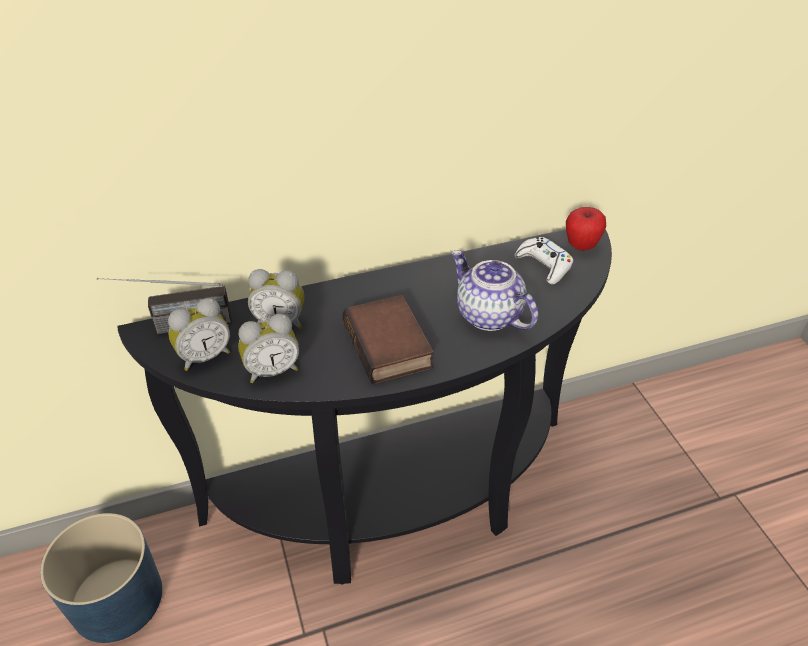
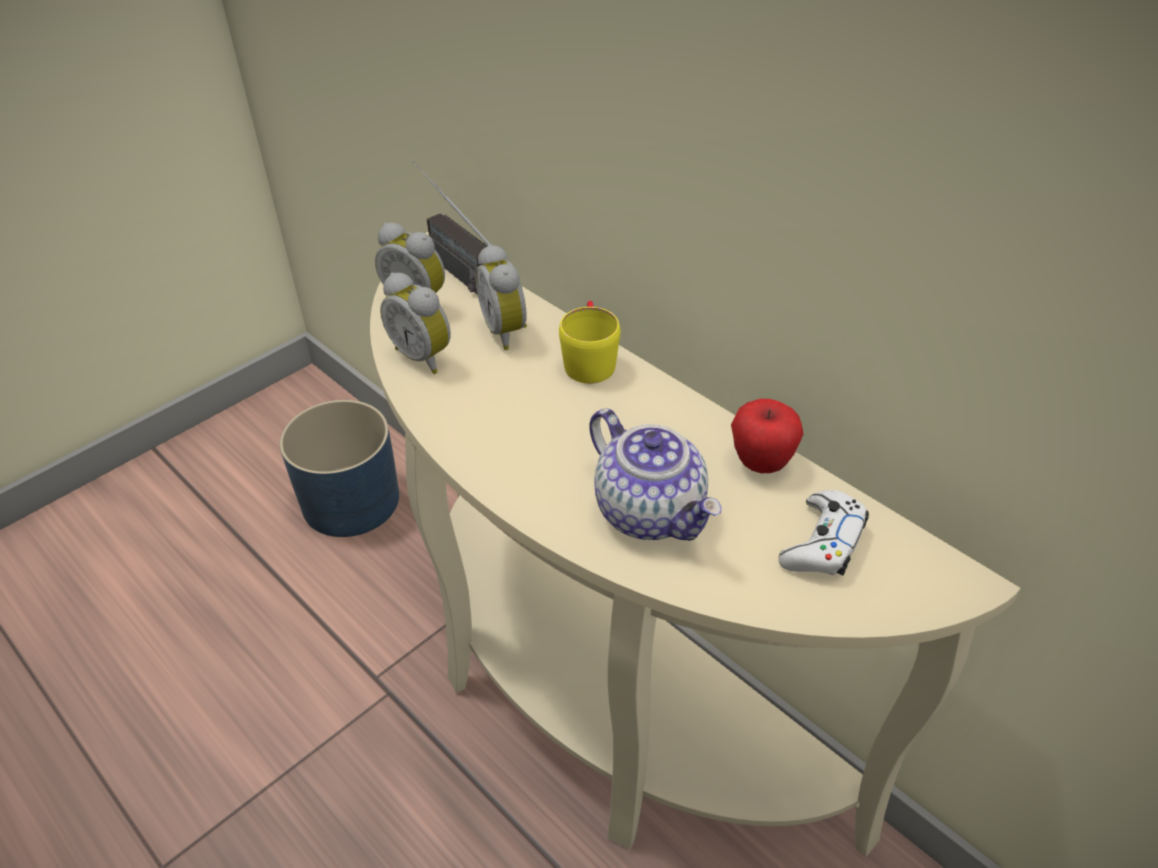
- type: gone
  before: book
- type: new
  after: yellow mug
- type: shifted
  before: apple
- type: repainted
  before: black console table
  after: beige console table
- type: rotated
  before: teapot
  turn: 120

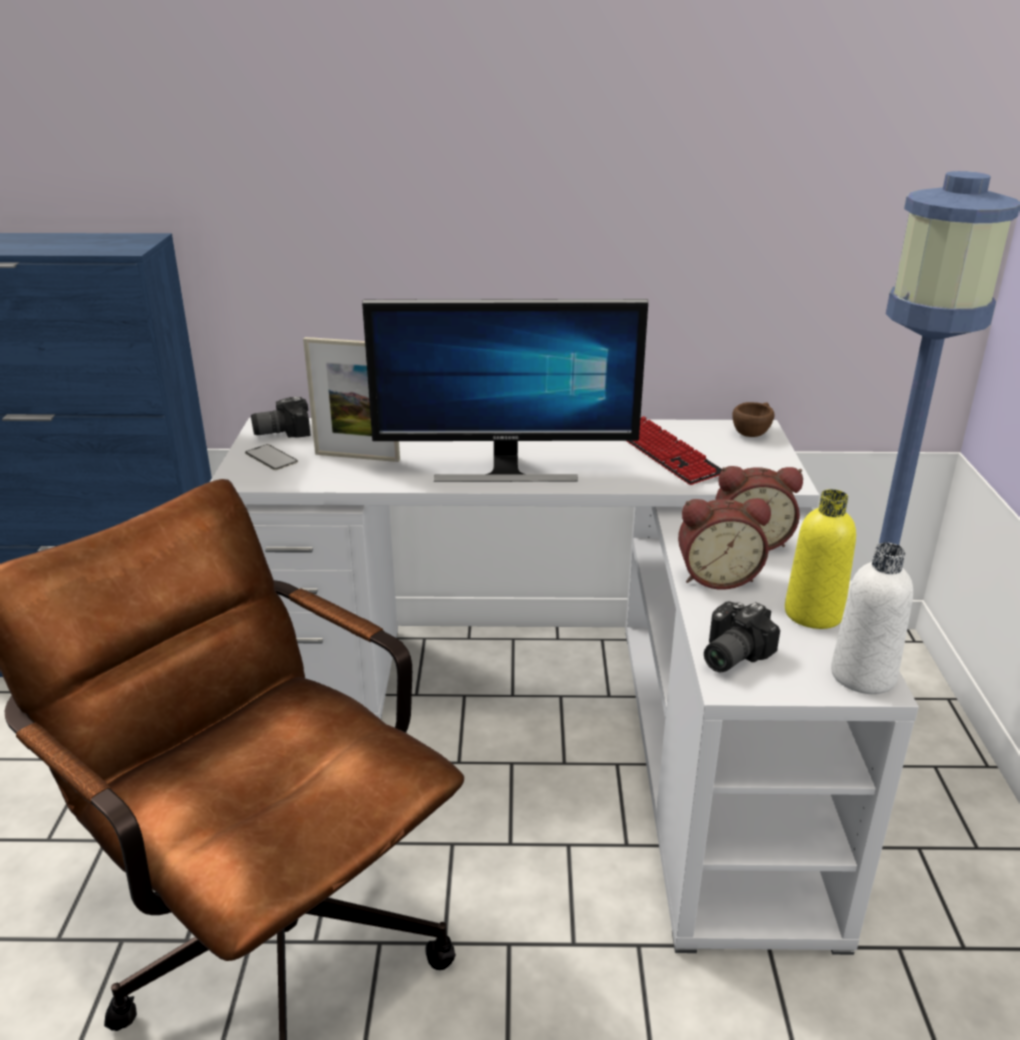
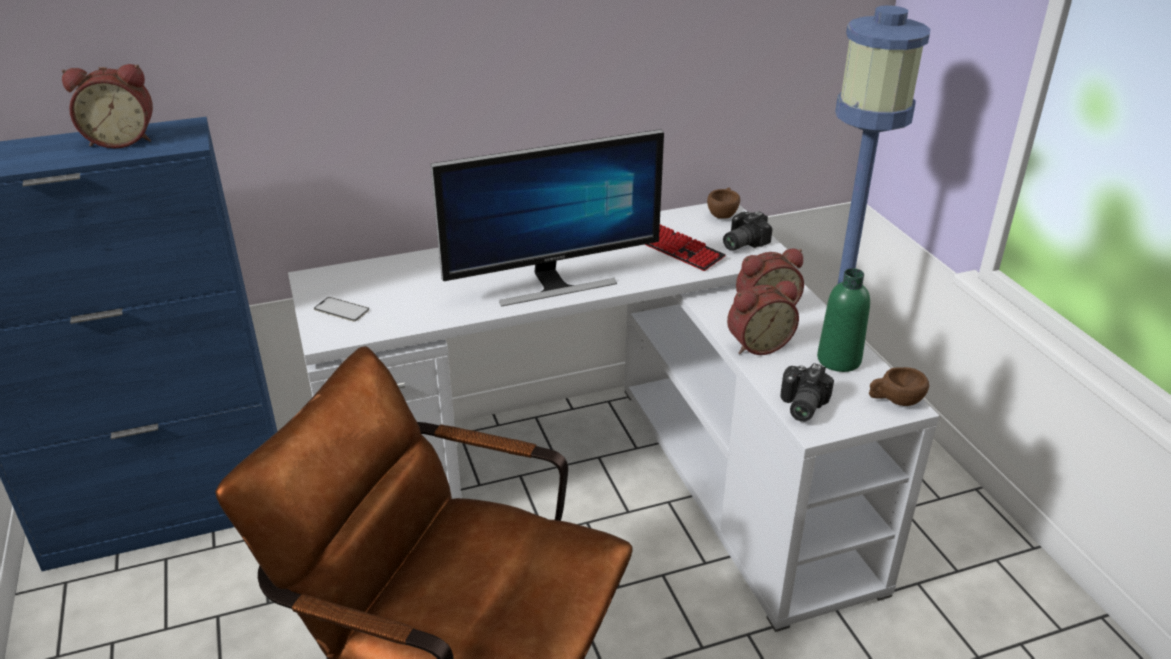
- type: gone
  before: picture frame
- type: new
  after: alarm clock (no. 1 from left)
- type: shifted
  before: photo camera (no. 1 from left)
- type: swapped
  before: white bottle
  after: brown cup (no. 2 from left)
- type: repainted
  before: yellow bottle
  after: green bottle

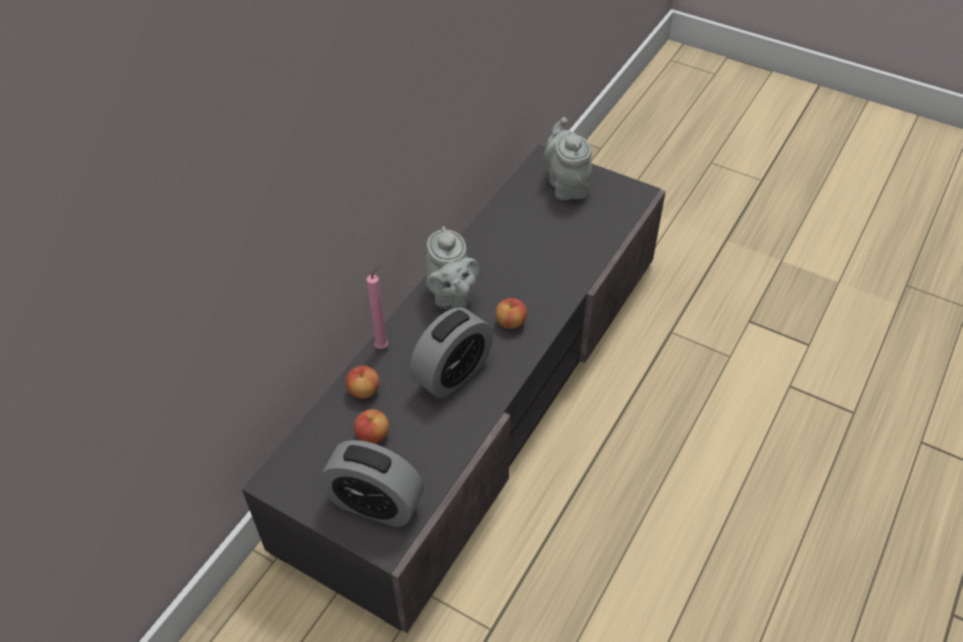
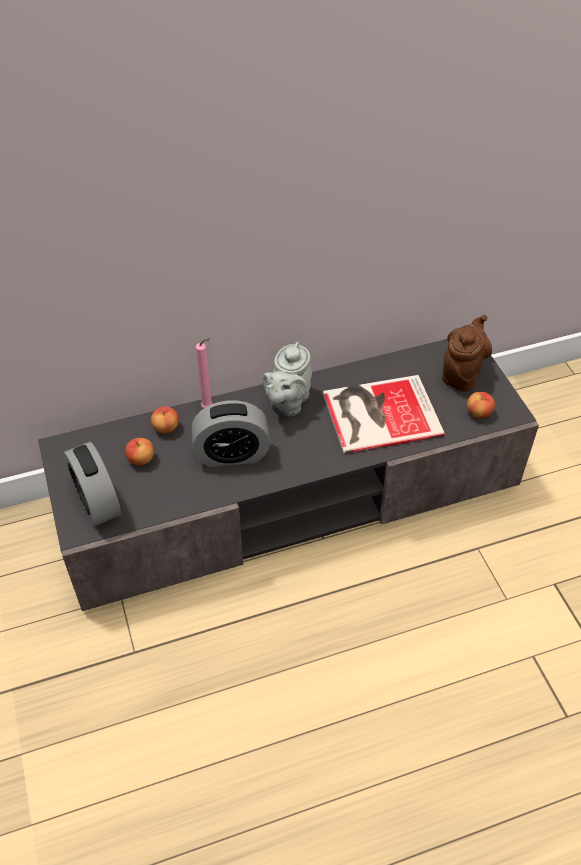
- type: new
  after: book
- type: shifted
  before: apple (no. 3 from left)
- type: repainted
  before: grey teapot (no. 2 from left)
  after: brown teapot

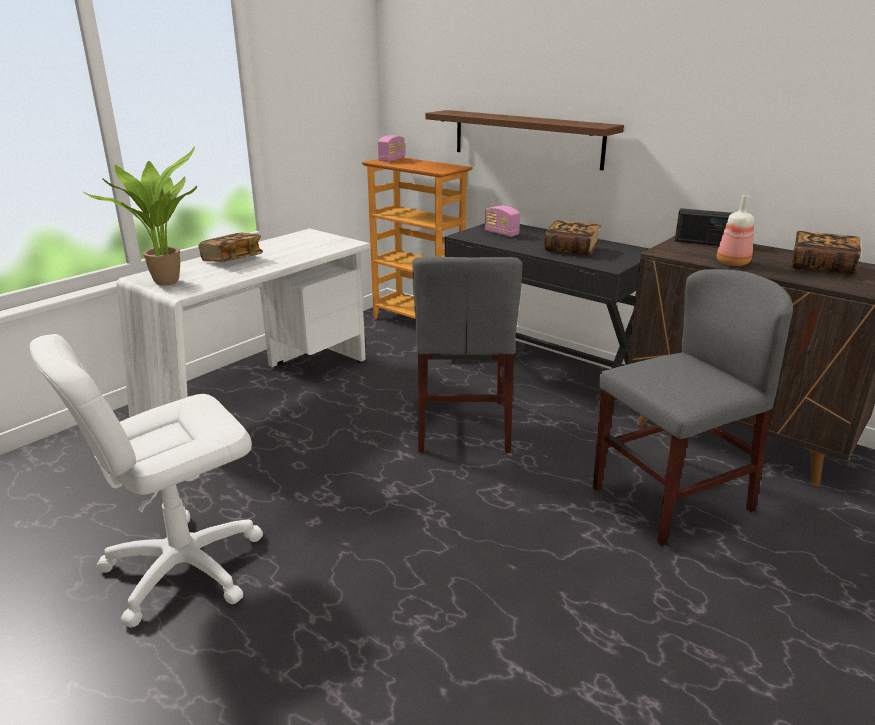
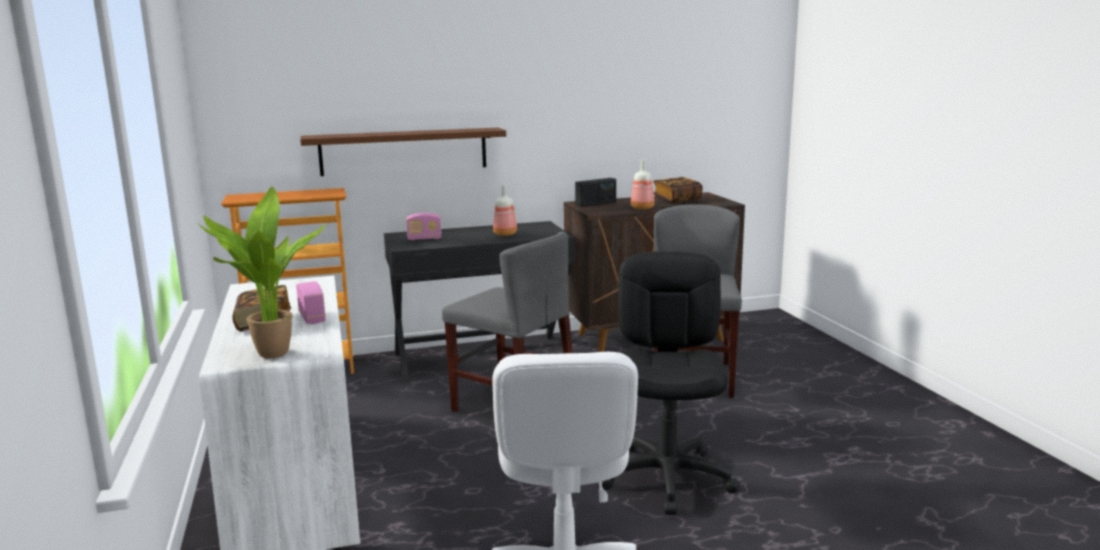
- type: new
  after: black office chair
- type: shifted
  before: radio (no. 1 from left)
- type: swapped
  before: book (no. 2 from left)
  after: bottle (no. 1 from left)

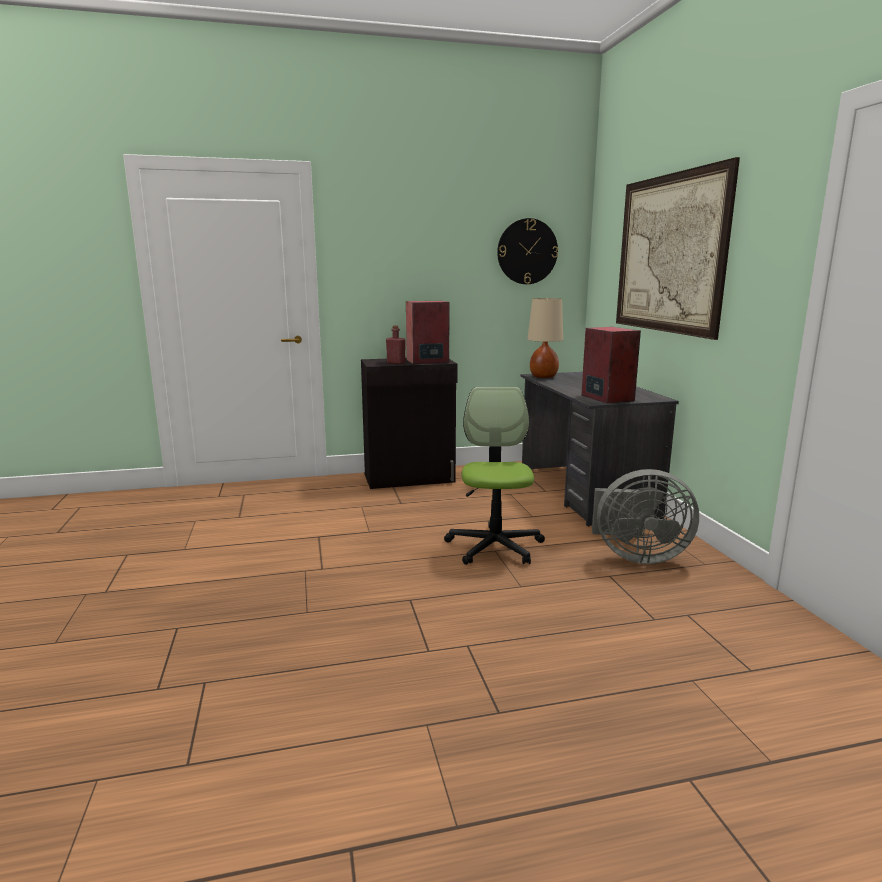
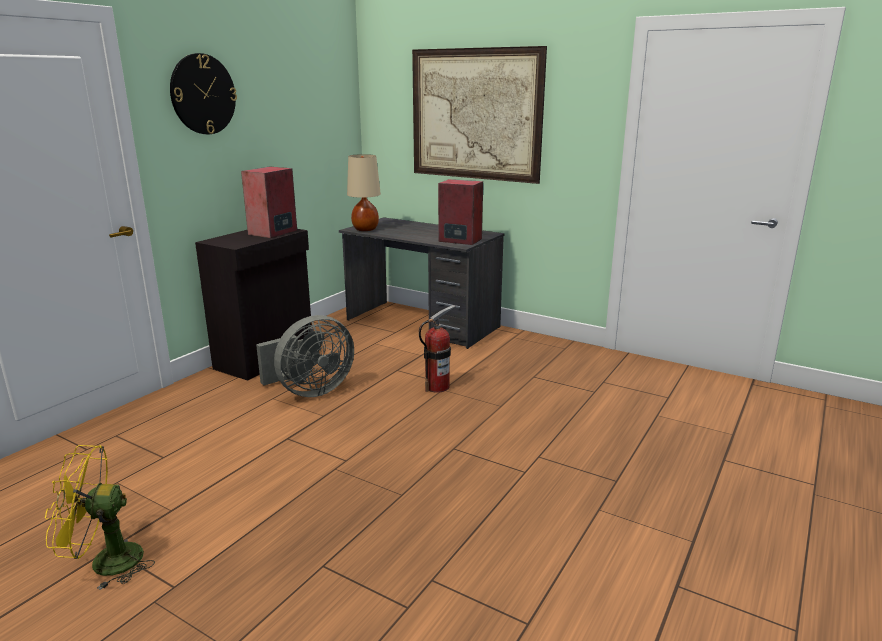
- type: gone
  before: red bottle
- type: new
  after: yellow fan
- type: shifted
  before: wall clock
- type: shifted
  before: grey fan
- type: swapped
  before: office chair
  after: fire extinguisher

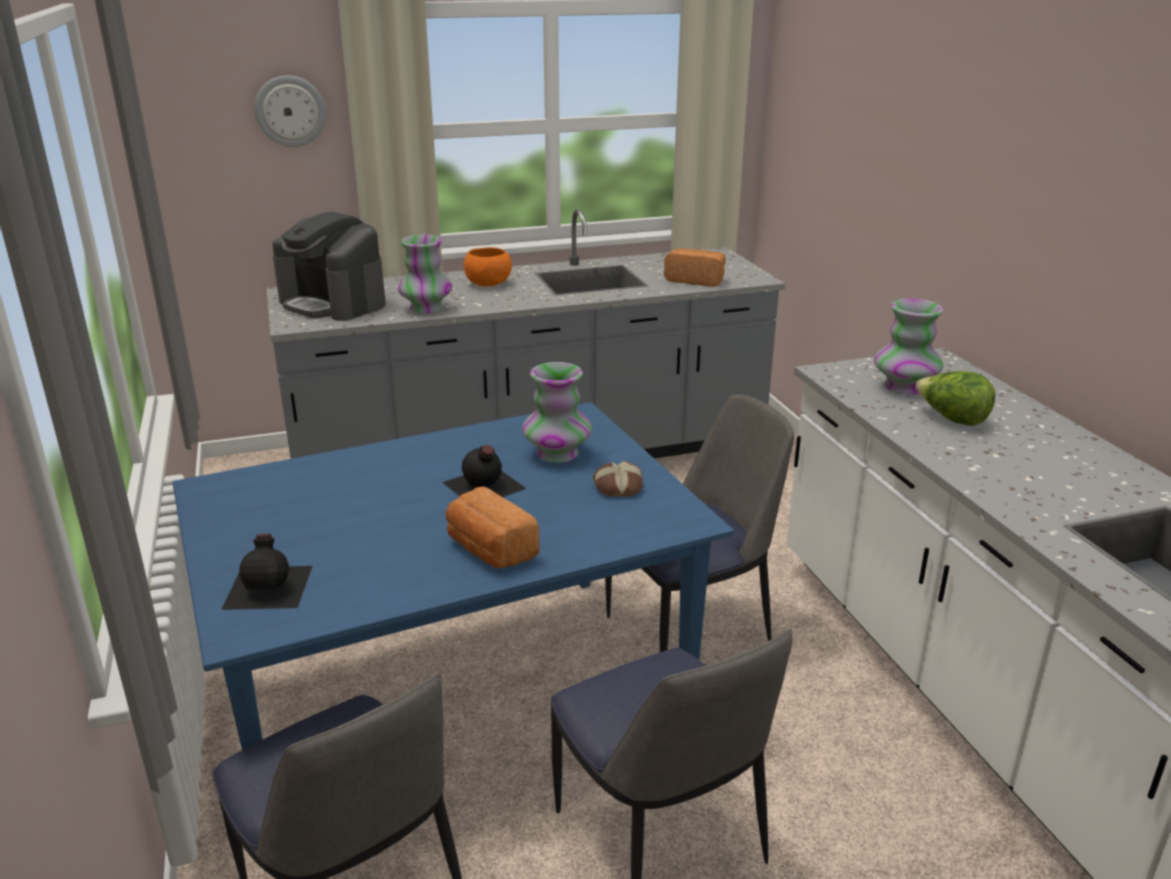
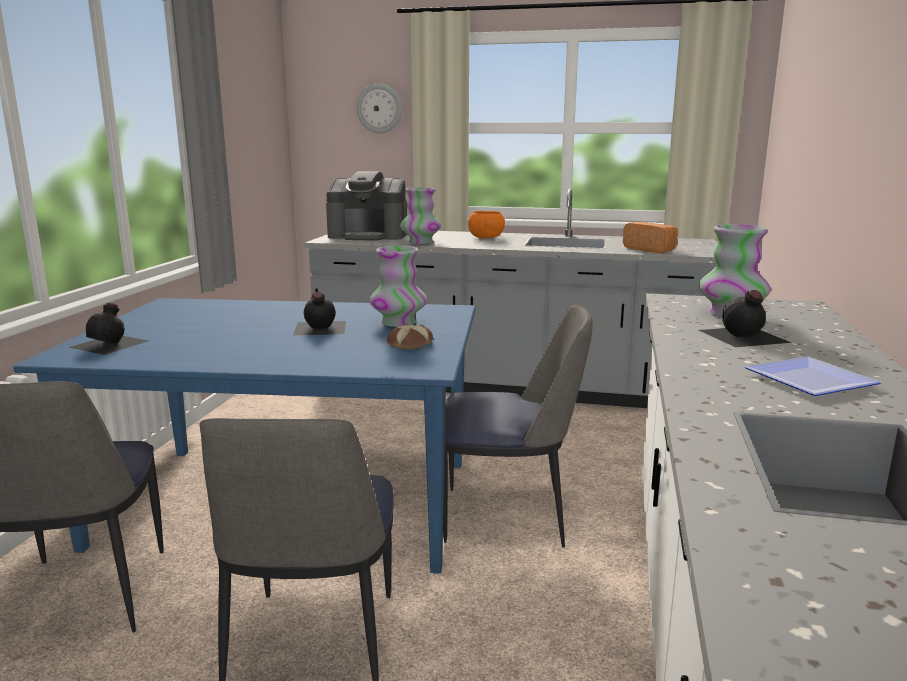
- type: gone
  before: bread (no. 1 from left)
- type: new
  after: plate
- type: swapped
  before: lettuce
  after: black bottle (no. 3 from left)
- type: rotated
  before: coffee machine
  turn: -60

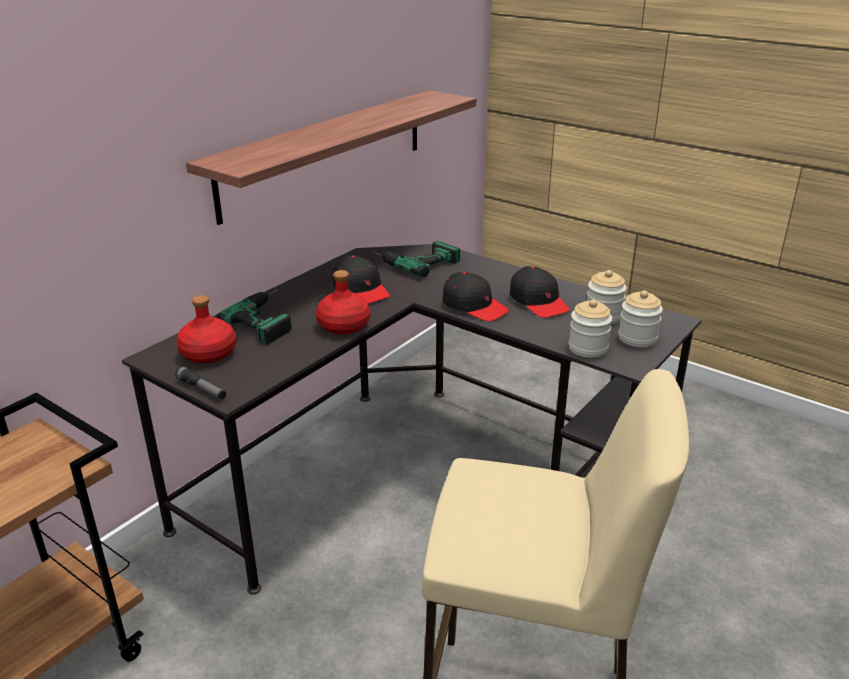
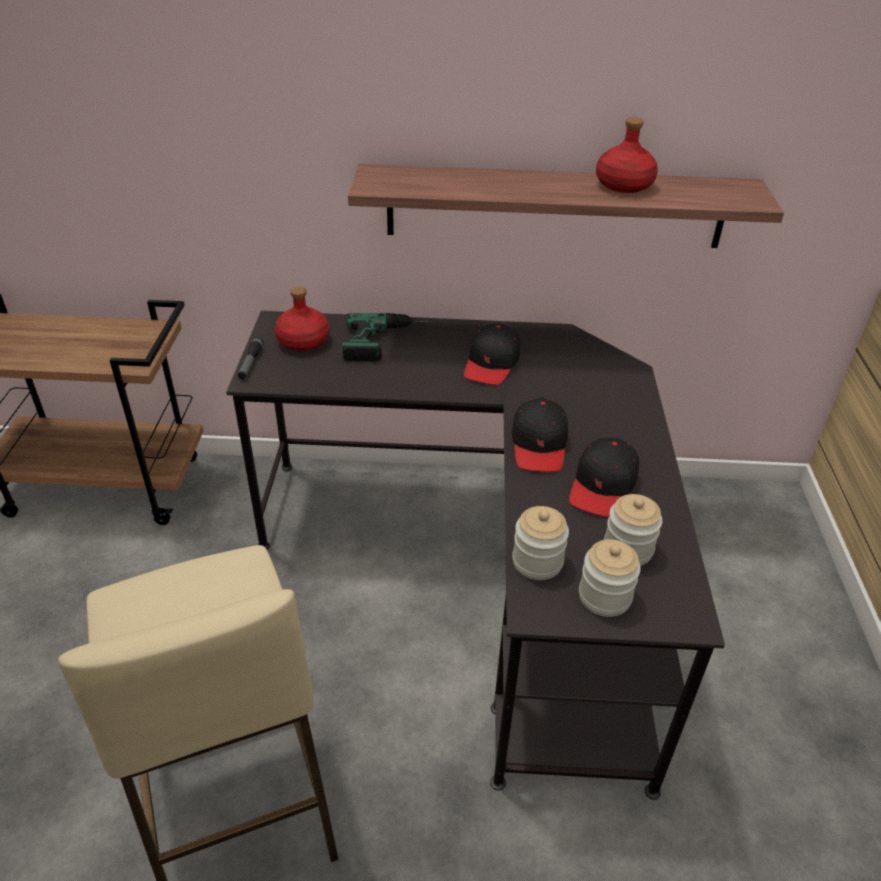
- type: gone
  before: power drill (no. 2 from left)
- type: shifted
  before: red bottle (no. 2 from left)

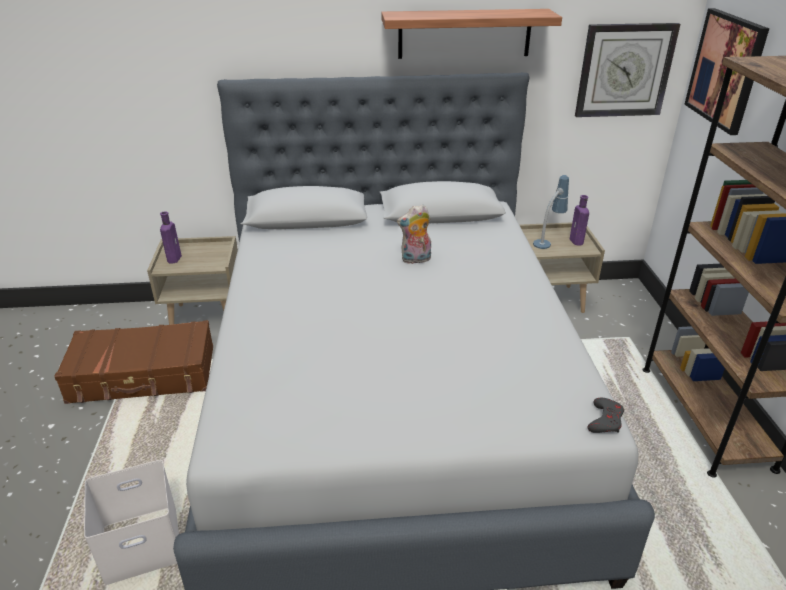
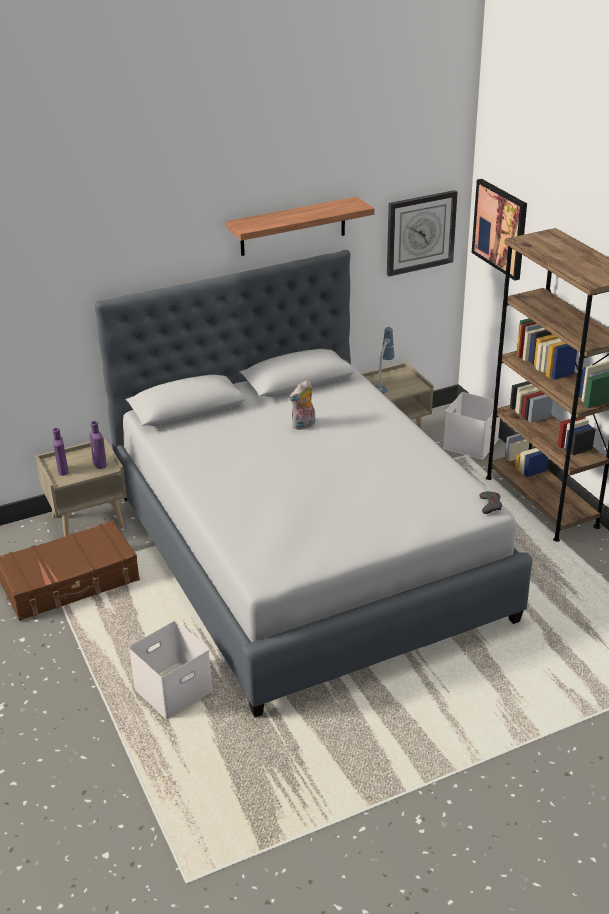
- type: new
  after: white storage box (no. 2 from left)
- type: shifted
  before: purple bottle (no. 2 from left)

